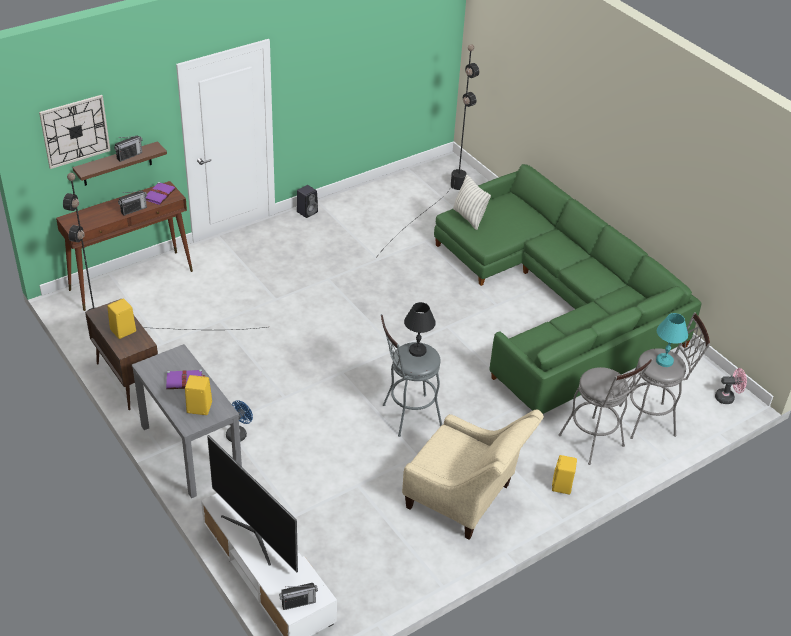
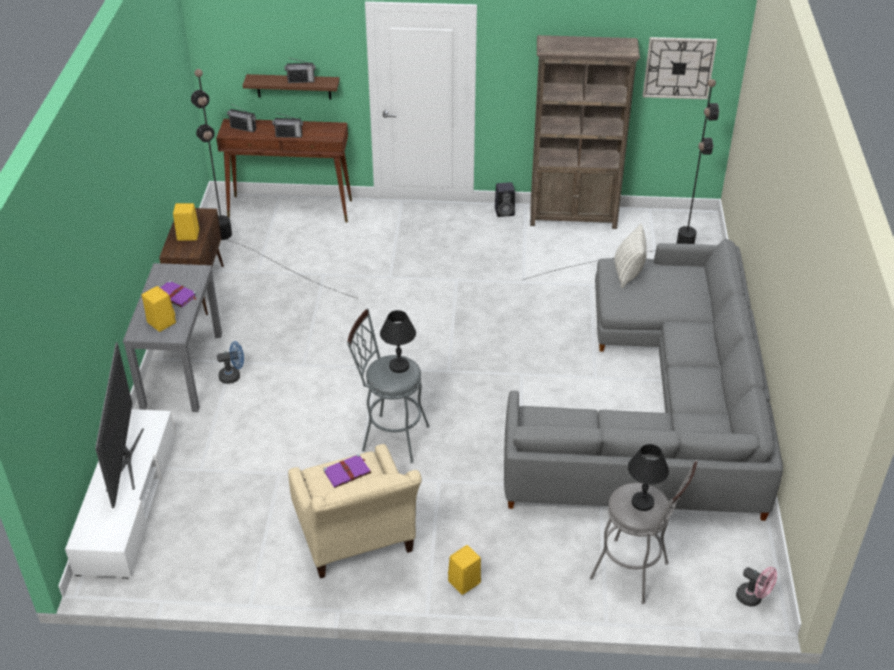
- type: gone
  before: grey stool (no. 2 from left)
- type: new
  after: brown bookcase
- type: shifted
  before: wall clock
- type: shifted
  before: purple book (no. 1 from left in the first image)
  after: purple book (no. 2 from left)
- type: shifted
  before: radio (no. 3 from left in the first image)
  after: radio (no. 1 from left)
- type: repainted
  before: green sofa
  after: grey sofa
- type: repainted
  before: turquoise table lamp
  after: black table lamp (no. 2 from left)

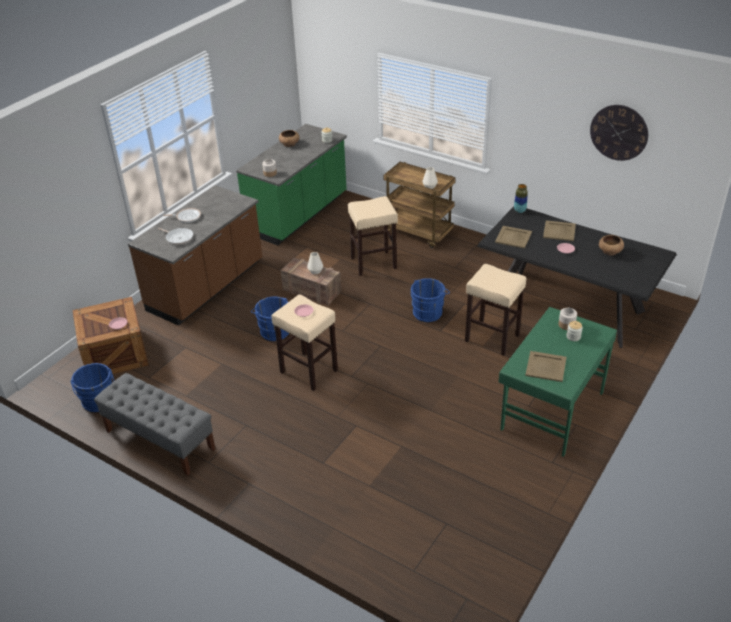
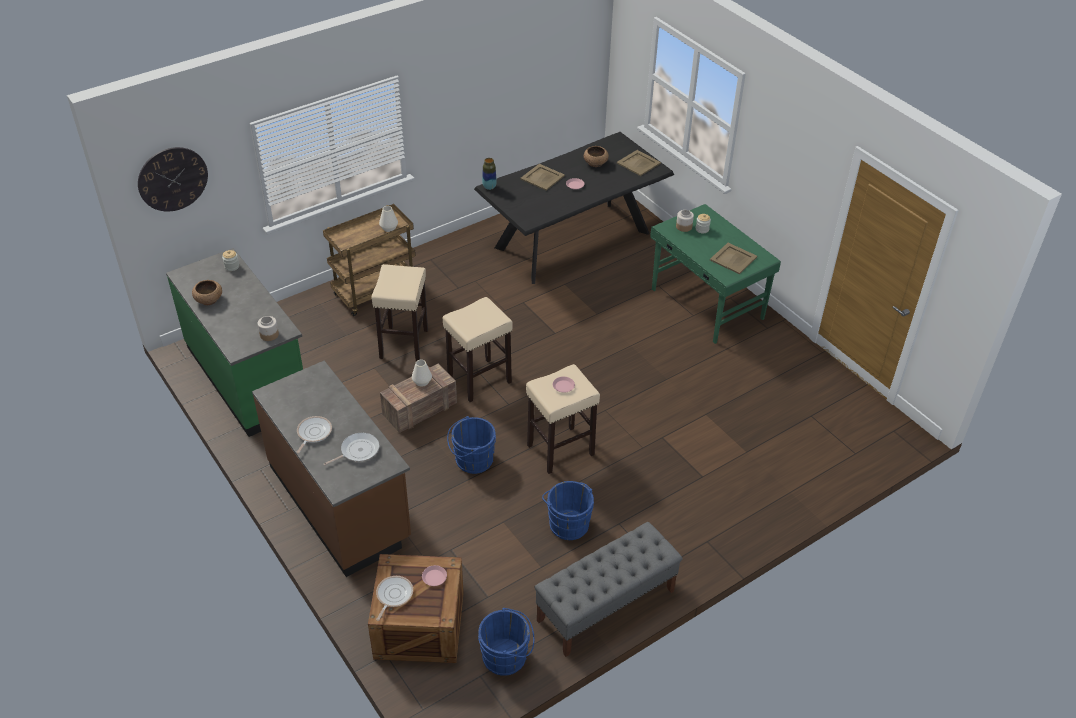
- type: new
  after: frying pan (no. 3 from left)
- type: shifted
  before: blue bucket (no. 3 from left)
- type: shifted
  before: beige stool (no. 3 from left in the first image)
  after: beige stool (no. 2 from left)
- type: shifted
  before: beige tray (no. 1 from left in the first image)
  after: beige tray (no. 2 from left)
- type: shifted
  before: wall clock

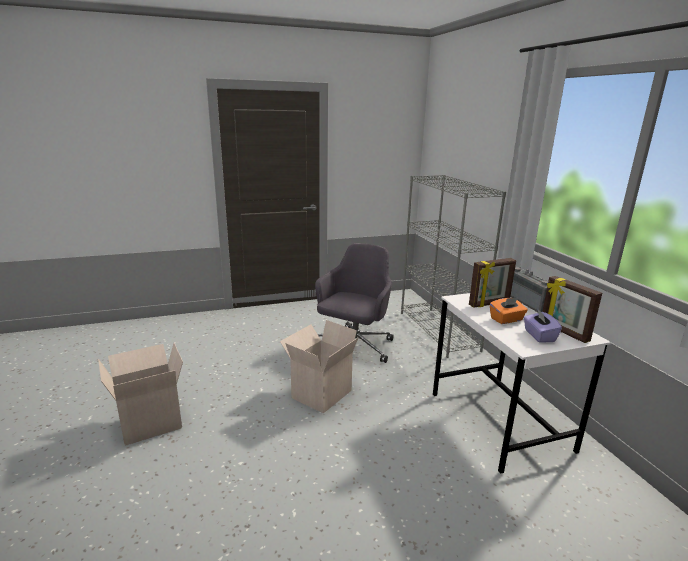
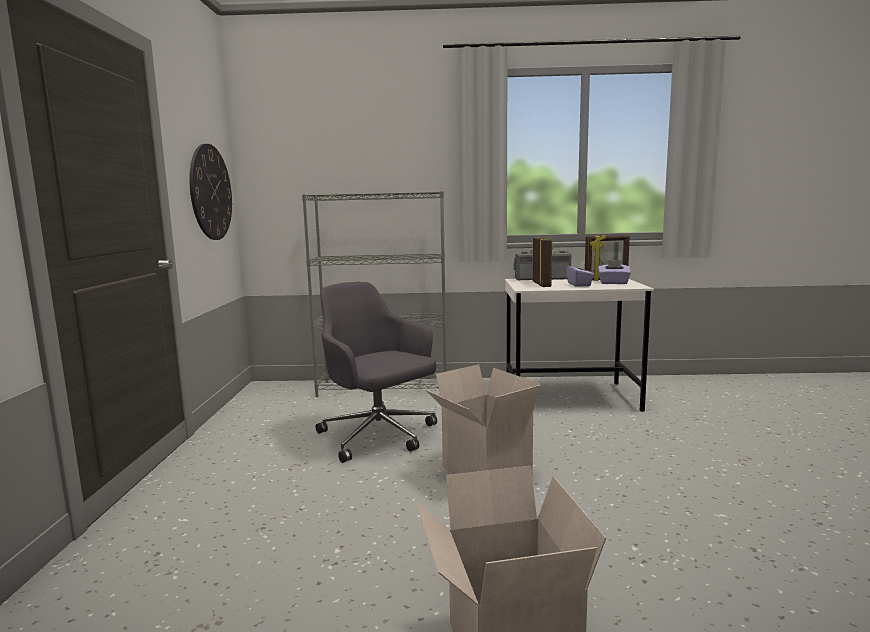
- type: new
  after: wall clock
- type: repainted
  before: orange tissue box
  after: purple tissue box (no. 1 from left)

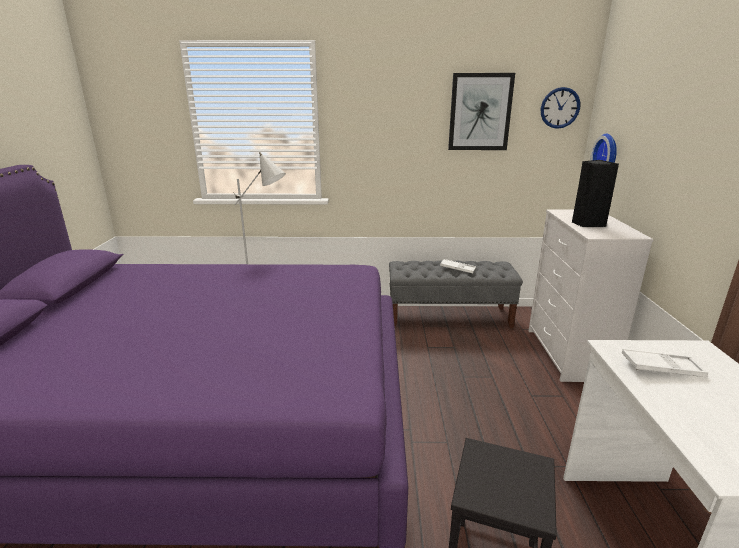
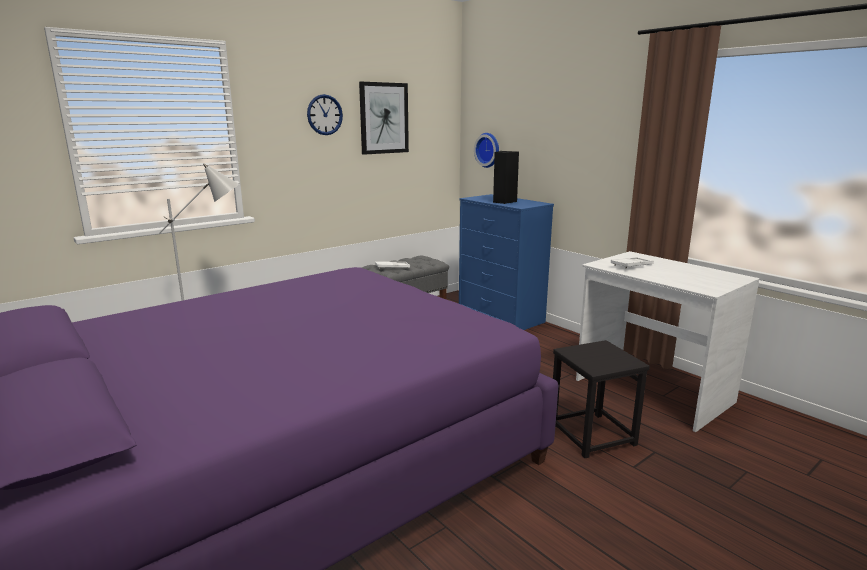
- type: shifted
  before: wall clock (no. 1 from left)
- type: repainted
  before: white dresser
  after: blue dresser

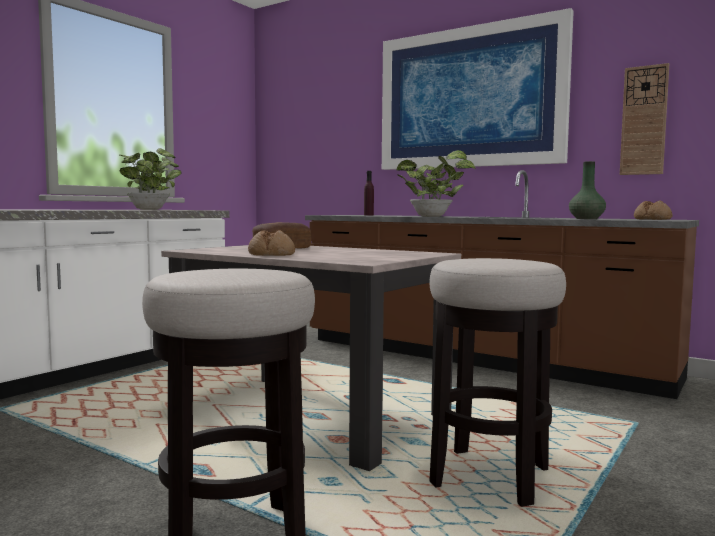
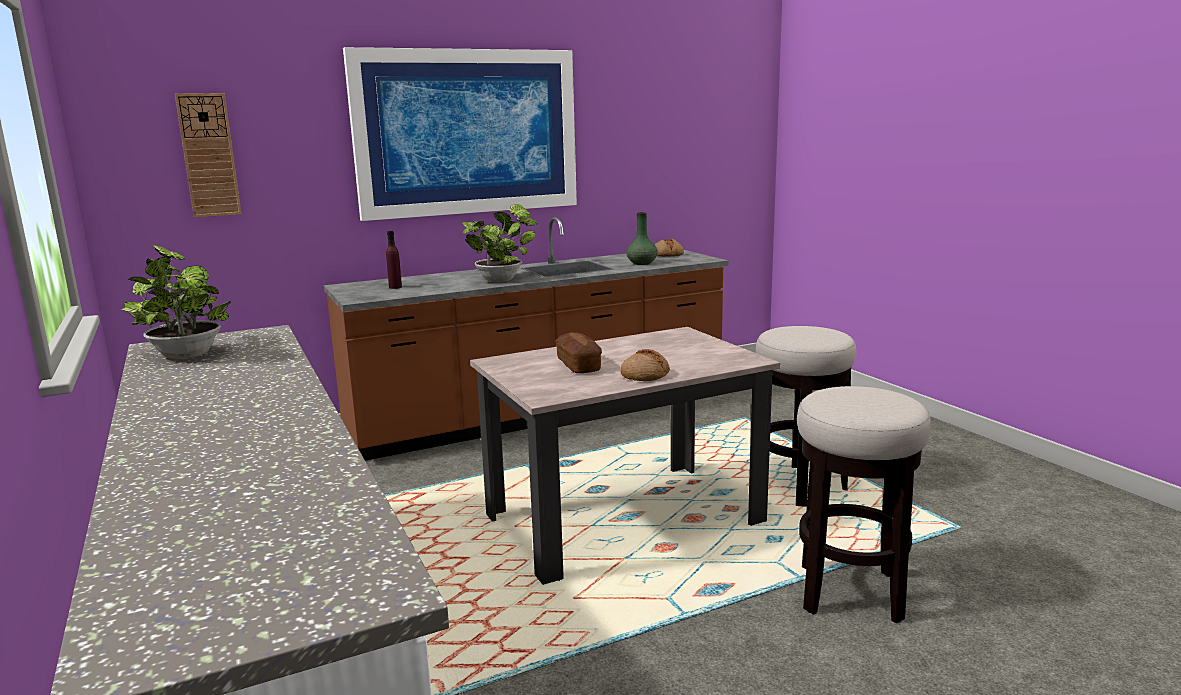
- type: shifted
  before: wall clock

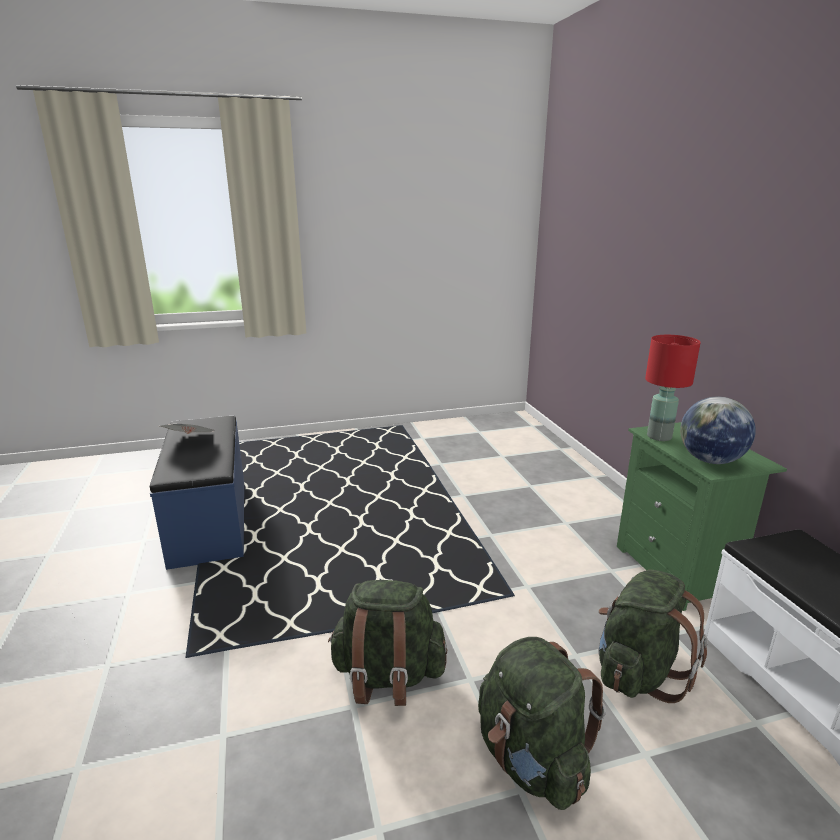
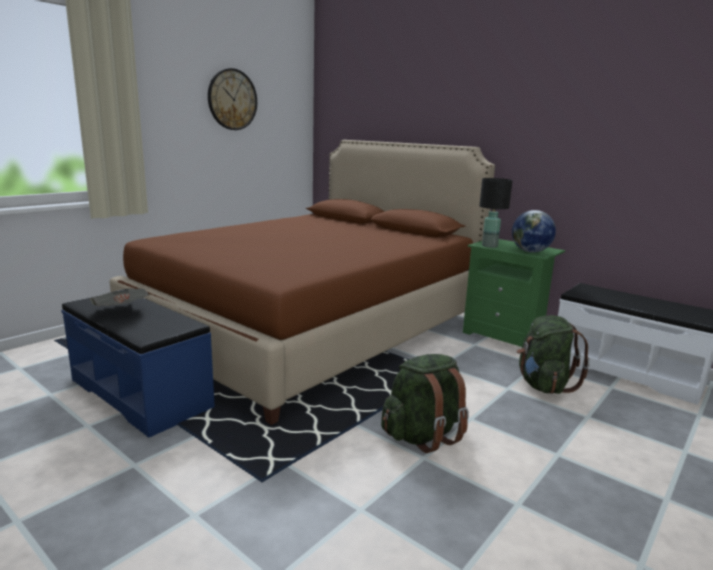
- type: gone
  before: green backpack (no. 2 from left)
- type: new
  after: brown bed
- type: new
  after: wall clock
- type: repainted
  before: red table lamp
  after: black table lamp

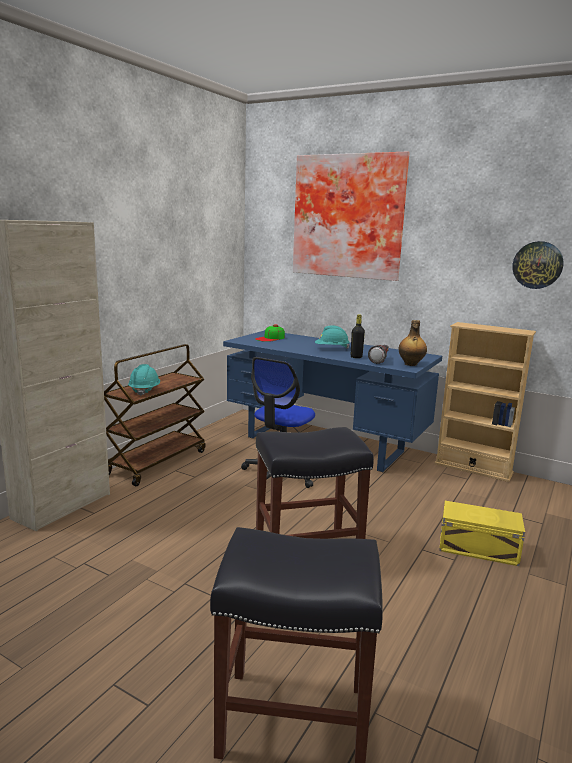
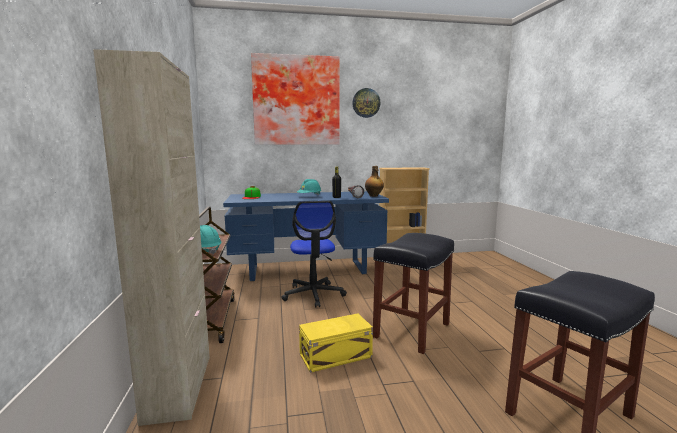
- type: shifted
  before: yellow storage box
- type: shifted
  before: wall clock

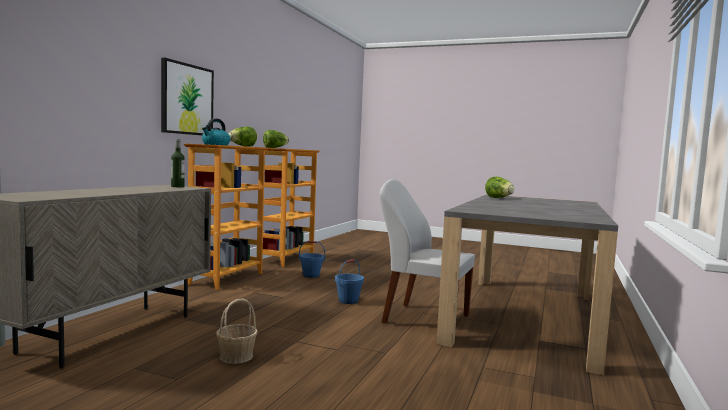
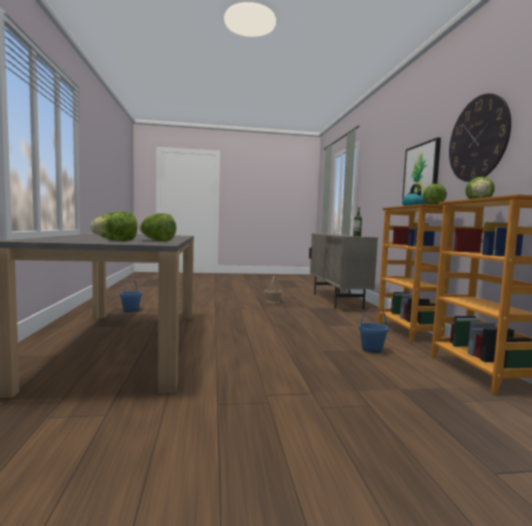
- type: gone
  before: white chair
- type: new
  after: lettuce (no. 1 from left)
- type: new
  after: wall clock
- type: shifted
  before: blue bucket (no. 2 from left in the first image)
  after: blue bucket (no. 1 from left)

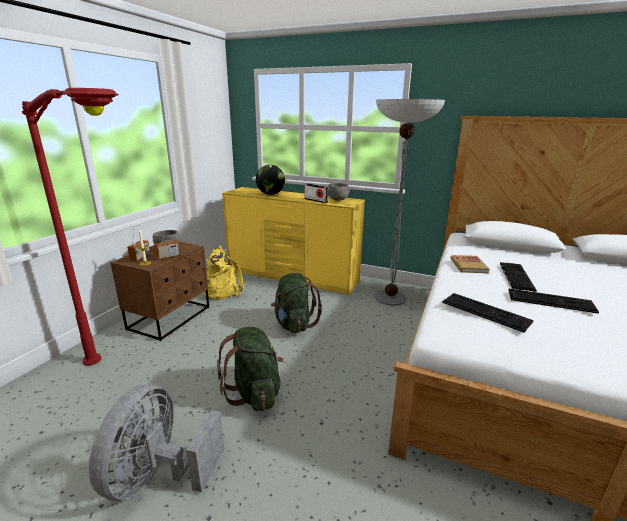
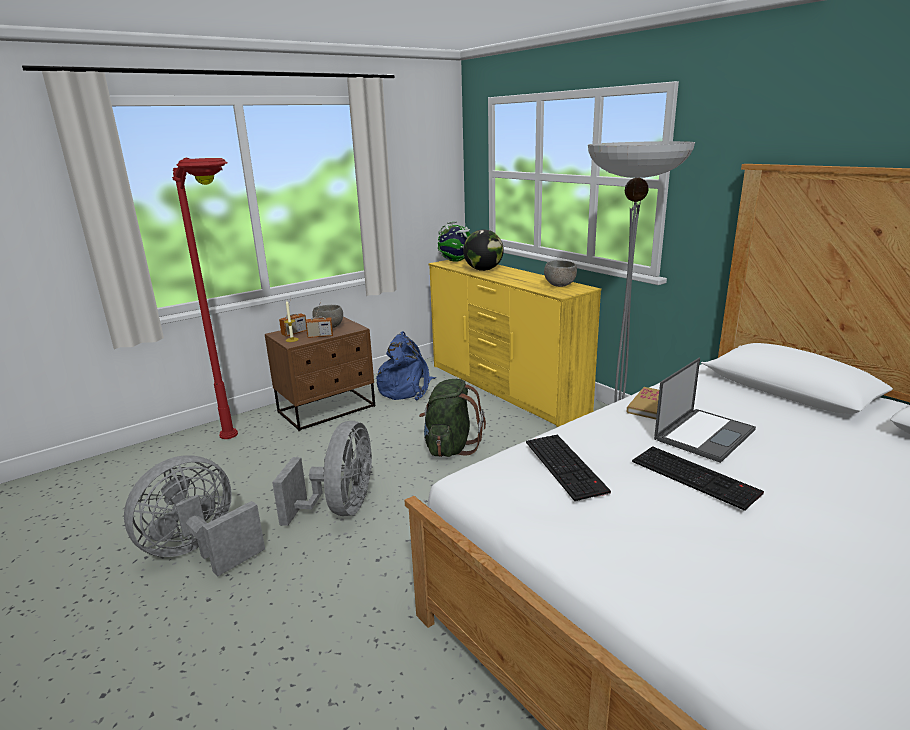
- type: gone
  before: radio (no. 3 from left)
- type: new
  after: globe (no. 1 from left)
- type: swapped
  before: green backpack (no. 1 from left)
  after: grey fan (no. 2 from left)
- type: swapped
  before: keyboard (no. 2 from left)
  after: laptop
- type: repainted
  before: yellow backpack
  after: blue backpack

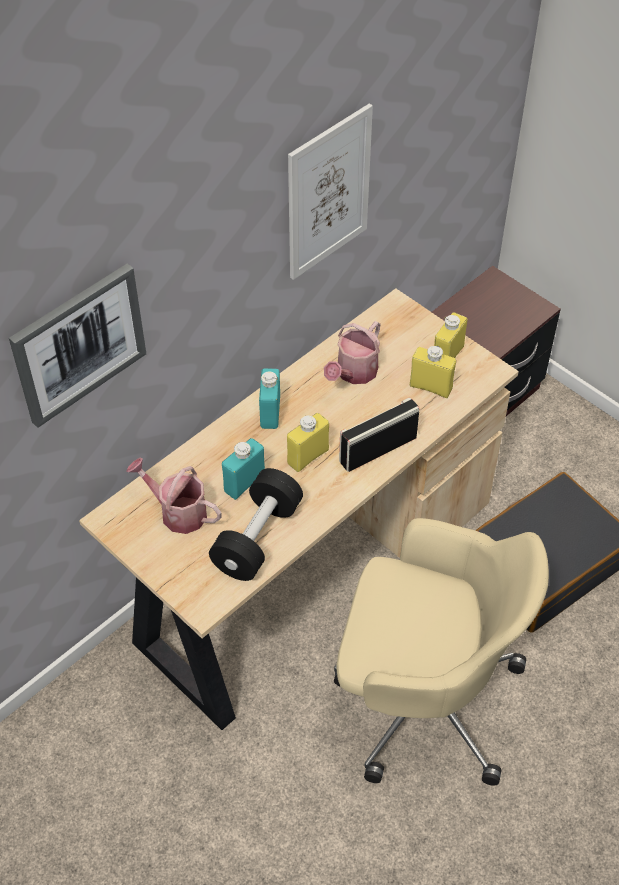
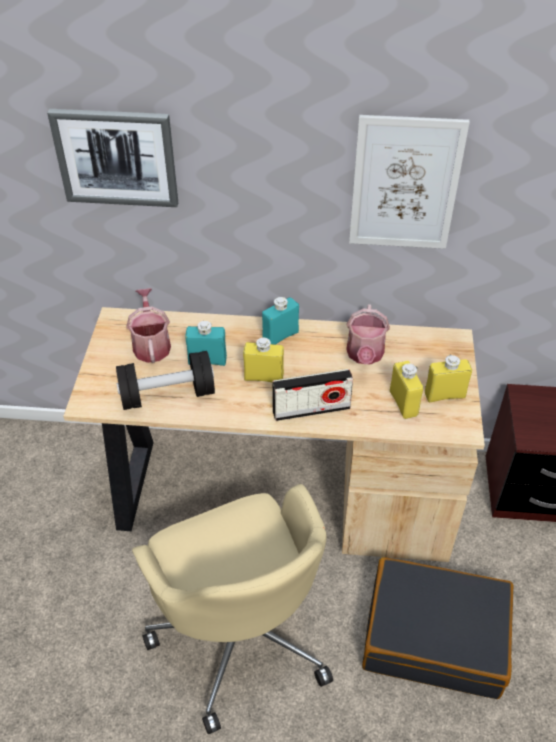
- type: rotated
  before: watering can (no. 2 from left)
  turn: -75
- type: rotated
  before: radio
  turn: 150

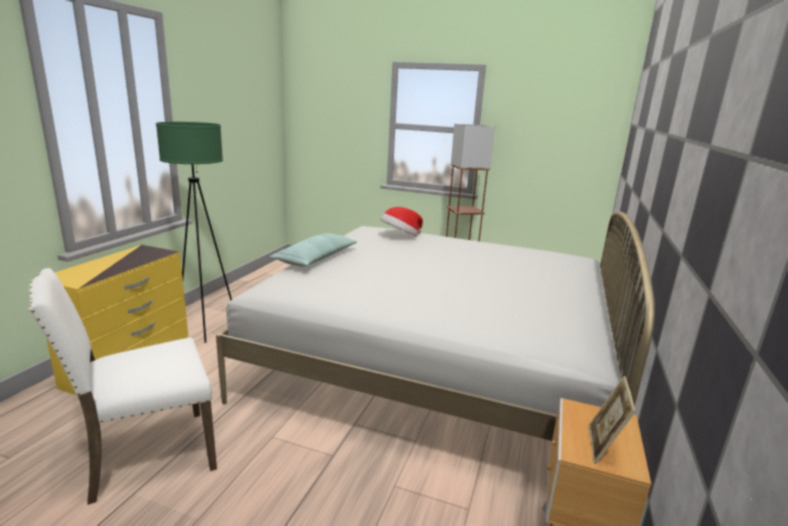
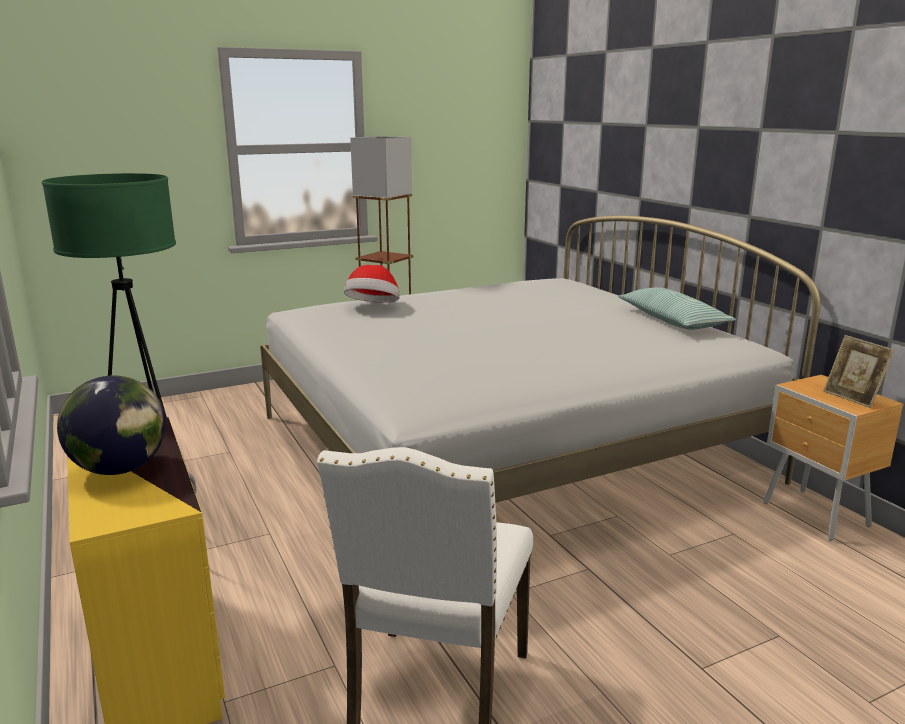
- type: new
  after: globe
- type: shifted
  before: pillow

